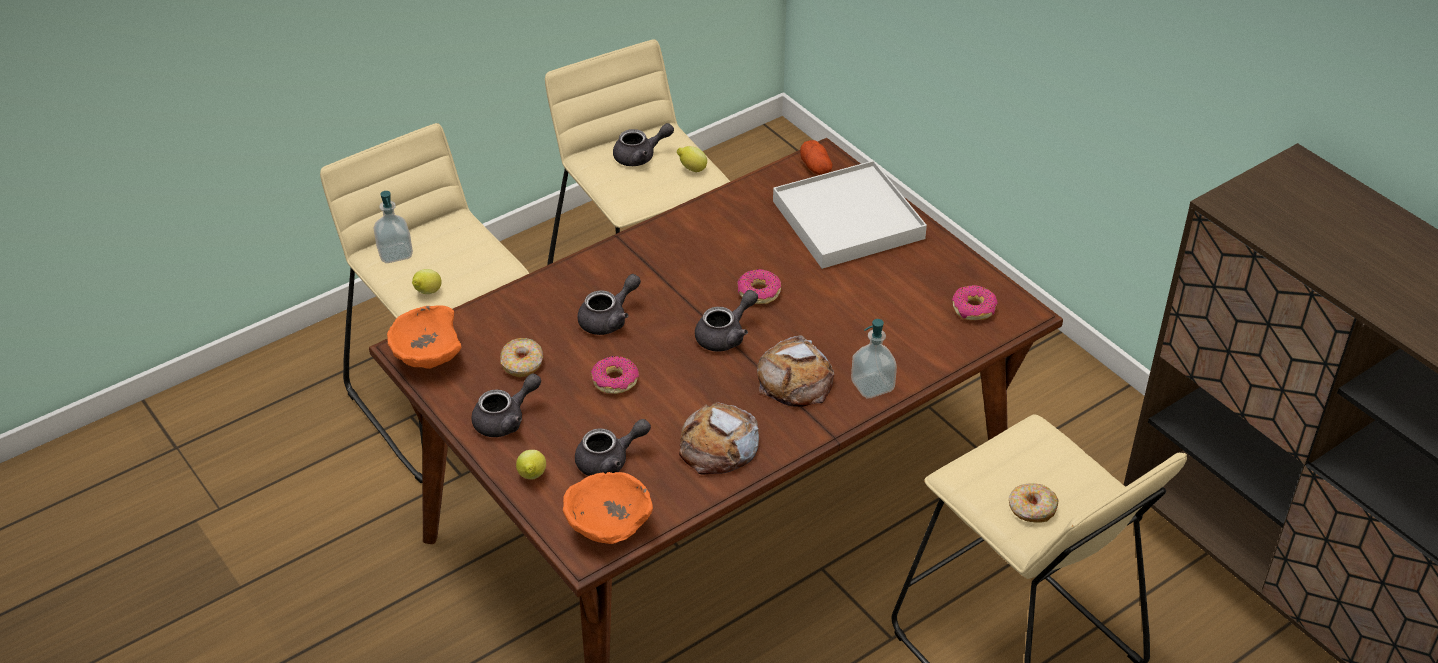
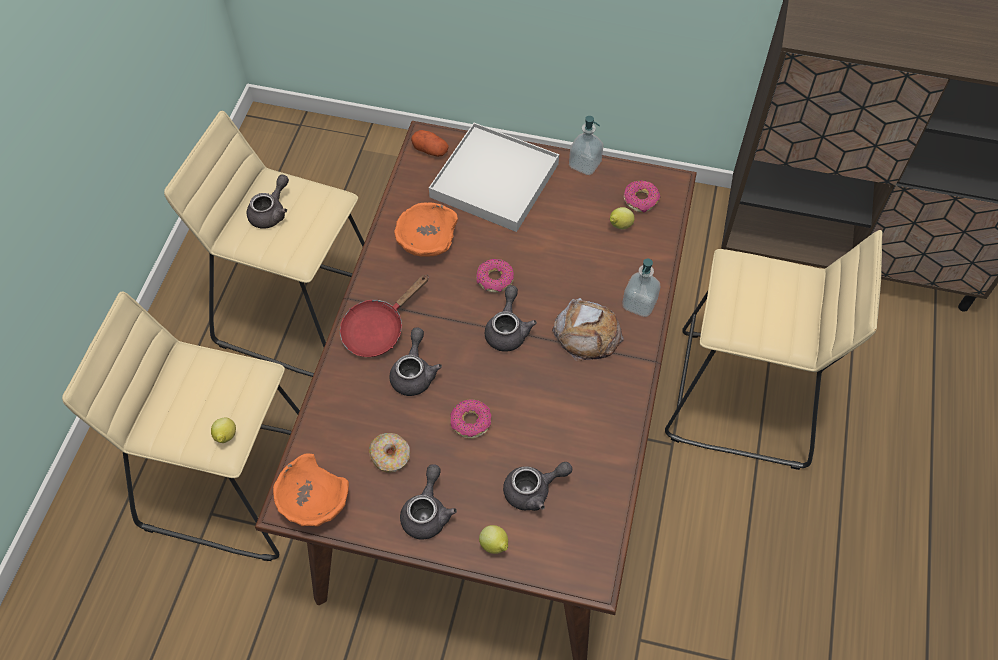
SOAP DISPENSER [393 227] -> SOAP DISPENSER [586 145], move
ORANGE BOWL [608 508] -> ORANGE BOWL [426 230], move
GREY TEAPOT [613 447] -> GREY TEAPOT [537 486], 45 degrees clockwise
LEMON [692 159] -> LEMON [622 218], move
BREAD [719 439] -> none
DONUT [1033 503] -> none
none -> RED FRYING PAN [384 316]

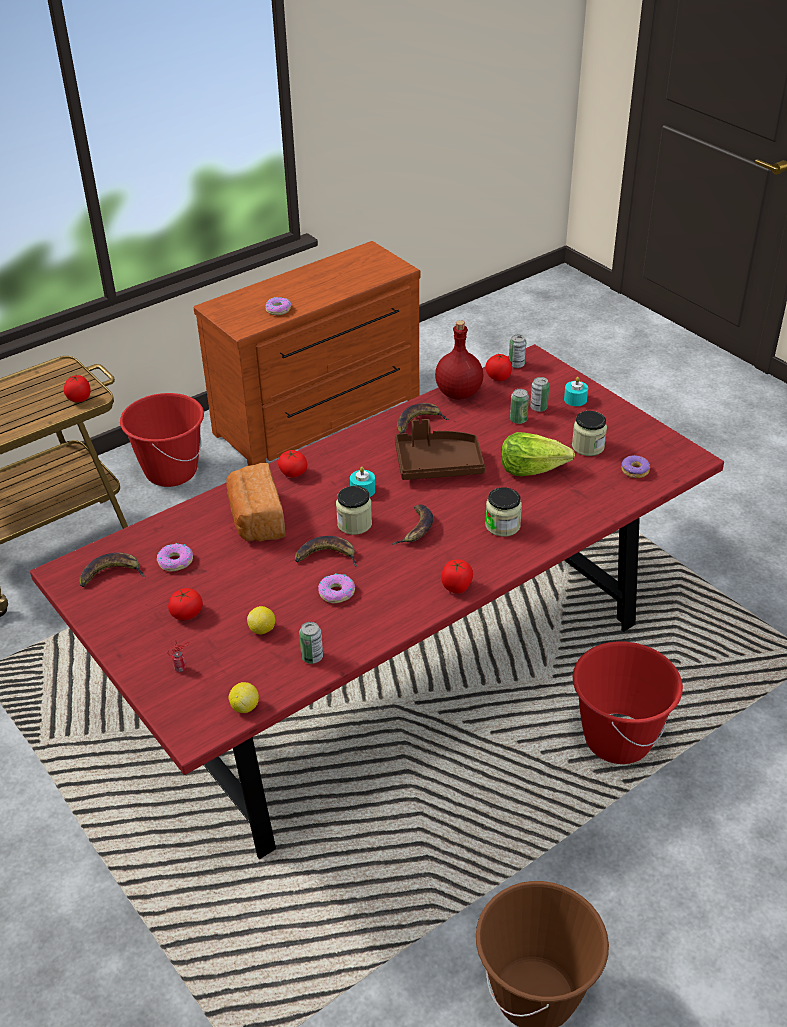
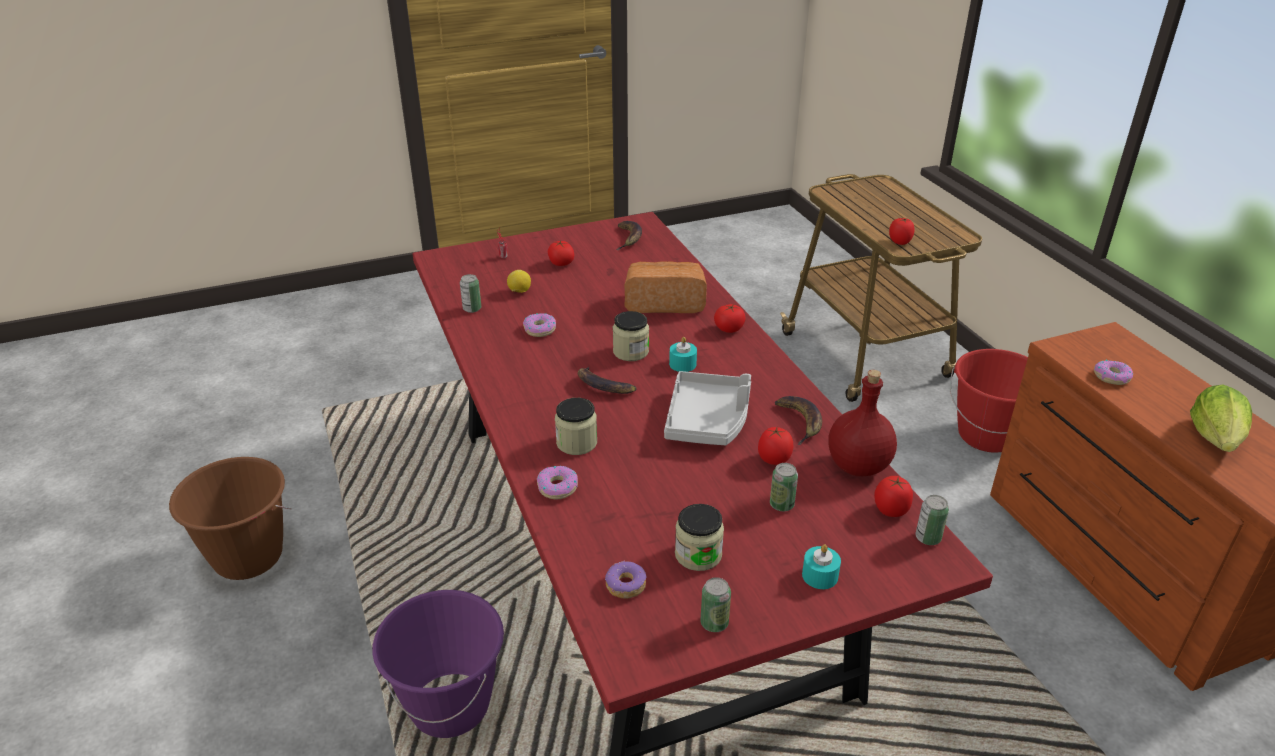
DONUT [175 557] -> DONUT [557 482], move
LEMON [244 697] -> none
BANANA [326 551] -> none
BROWN TRAY [440 449] -> GREY TRAY [707 408]
TOMATO [457 576] -> TOMATO [775 446], move
LETTUCE [538 454] -> LETTUCE [1221 418], move
CAN [539 394] -> CAN [715 604], move
RED BUCKET [628 702] -> PURPLE BUCKET [438 664]

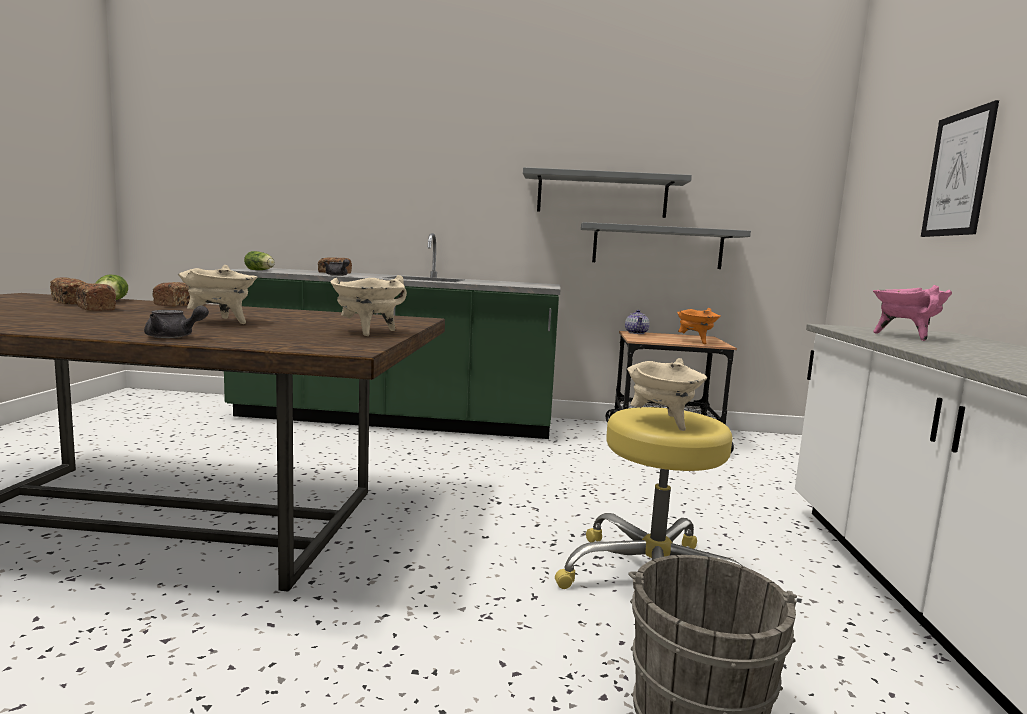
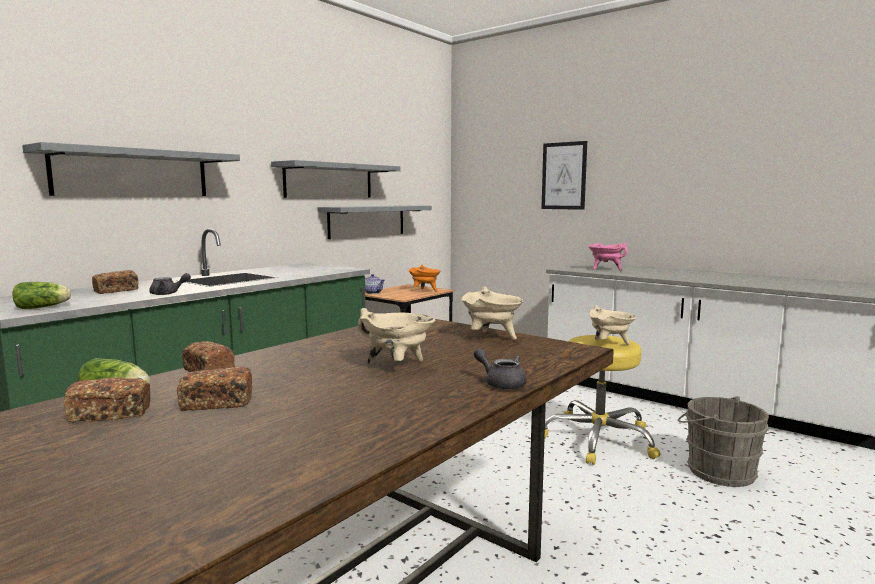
GREY TEAPOT [176 321] -> GREY TEAPOT [500 369], 90 degrees counterclockwise
none -> GREY SHELF [131 169]

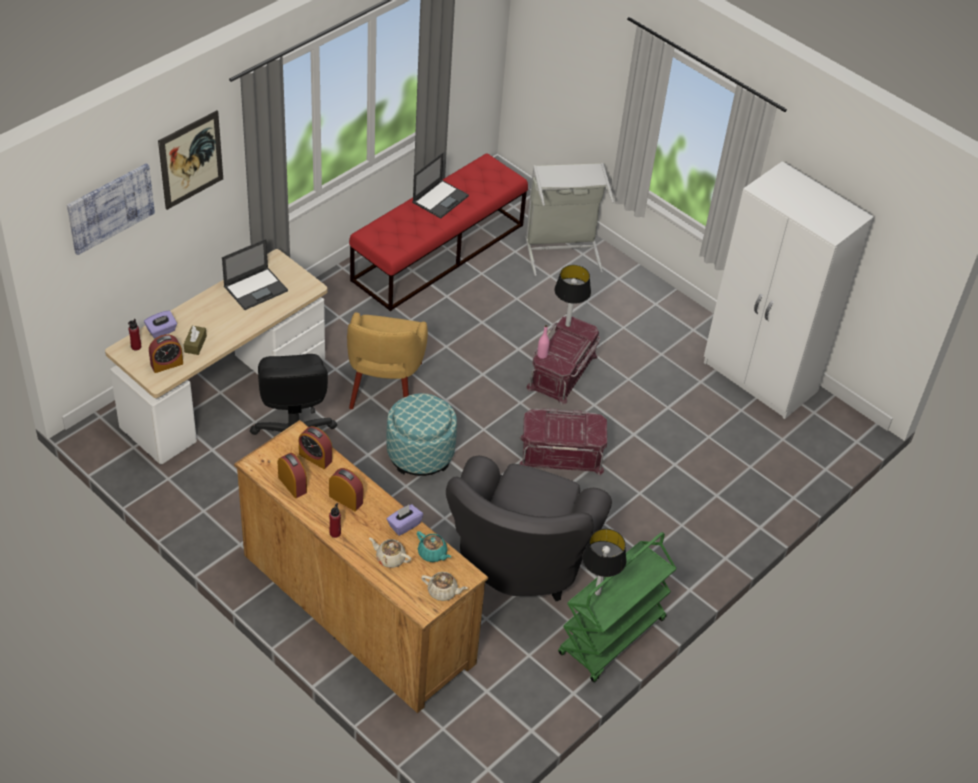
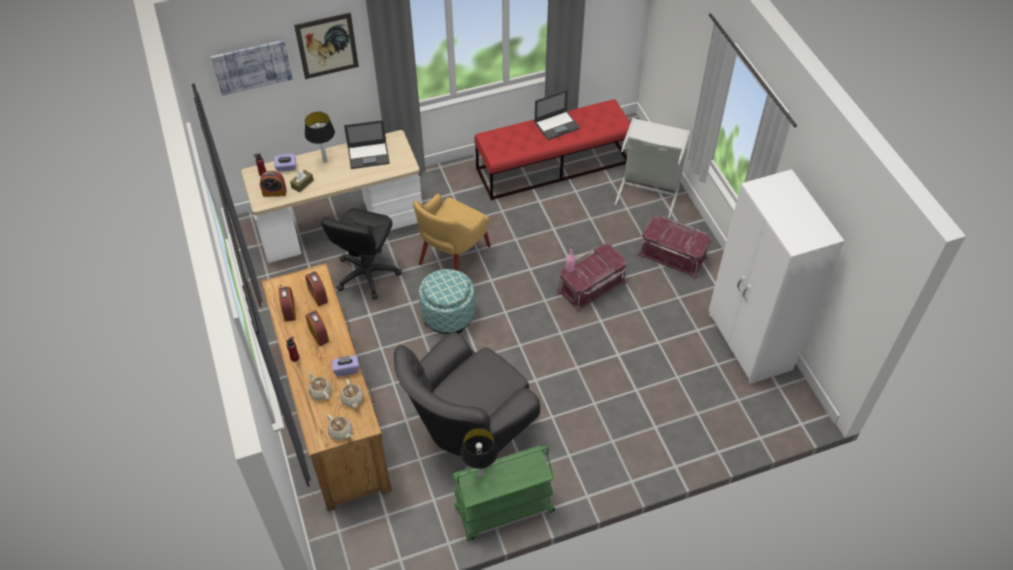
TURQUOISE TEAPOT [434 546] -> BEIGE TEAPOT [352 393]
RED STORAGE BOX [563 441] -> RED STORAGE BOX [674 247], move
TABLE LAMP [572 296] -> TABLE LAMP [320 137], move

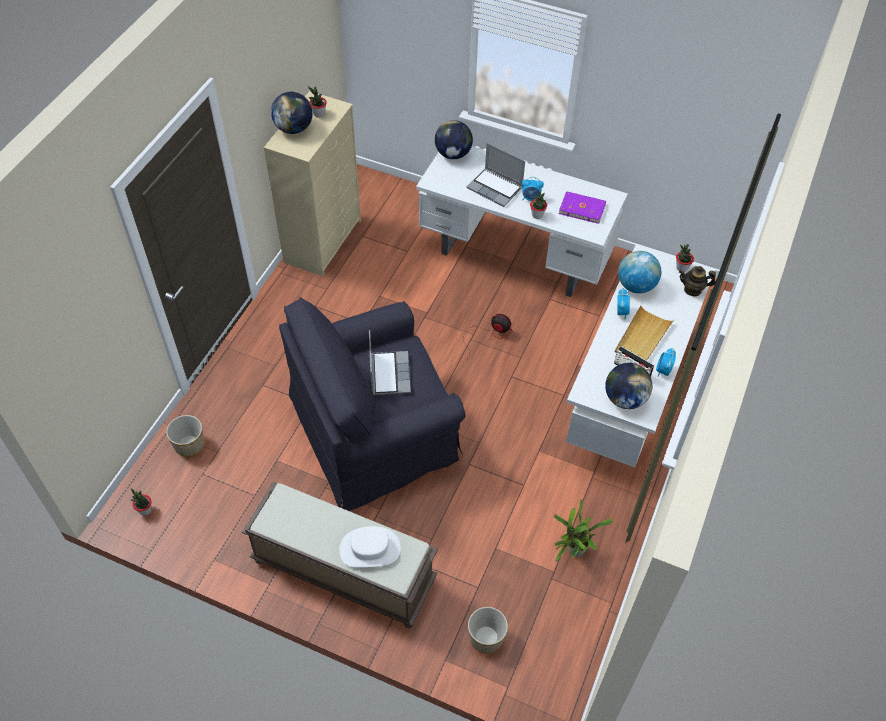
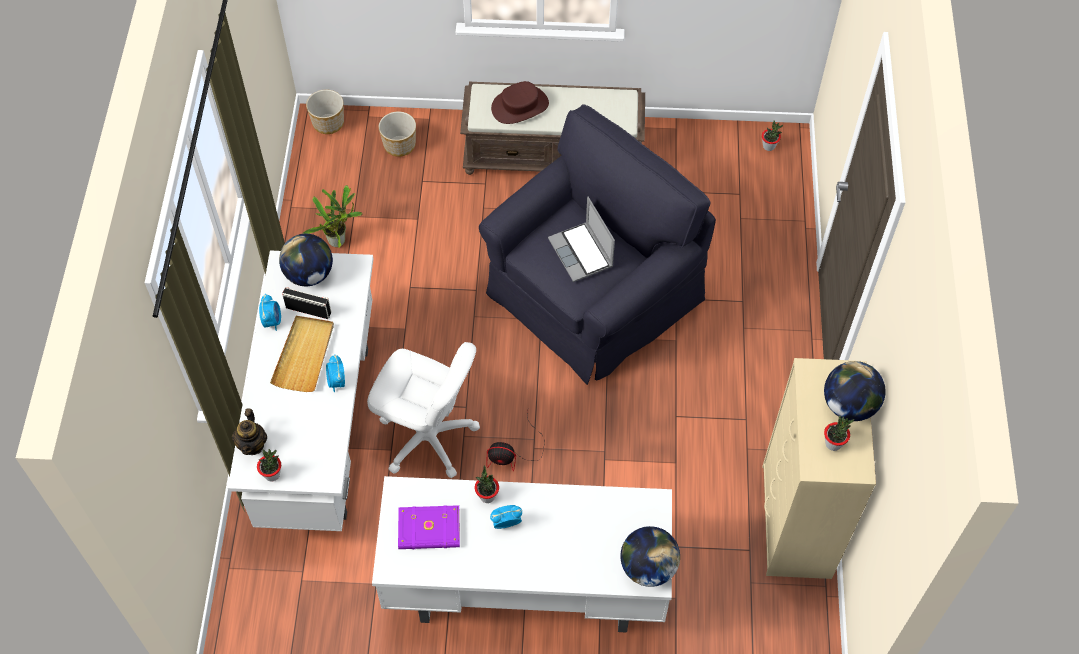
PLANTER [185 436] -> PLANTER [325 112], move
WHITE HAT [370 547] -> BROWN HAT [520 102]
LAPTOP [496 175] -> none
GLOBE [639 272] -> none
TEAPOT [697 281] -> TEAPOT [249 432], 105 degrees clockwise
none -> WHITE OFFICE CHAIR [423 410]

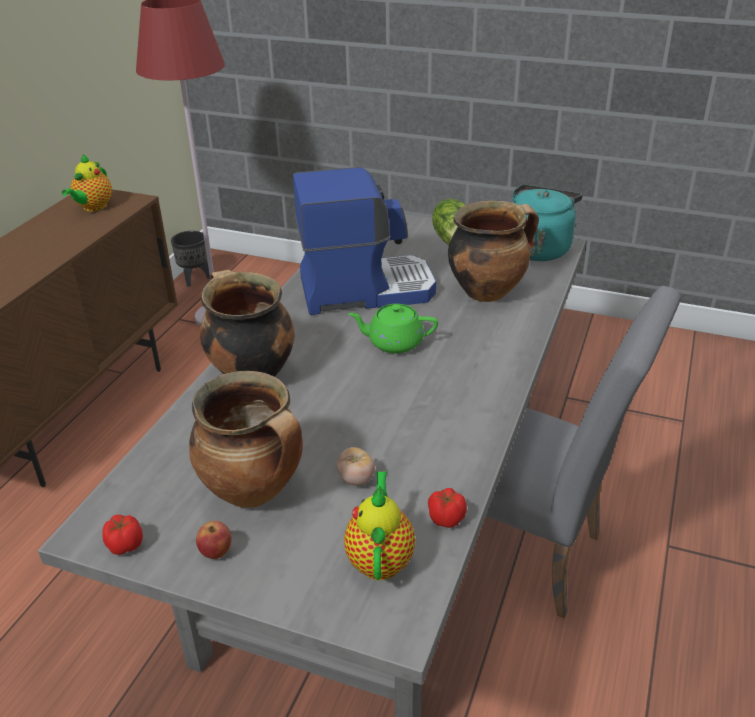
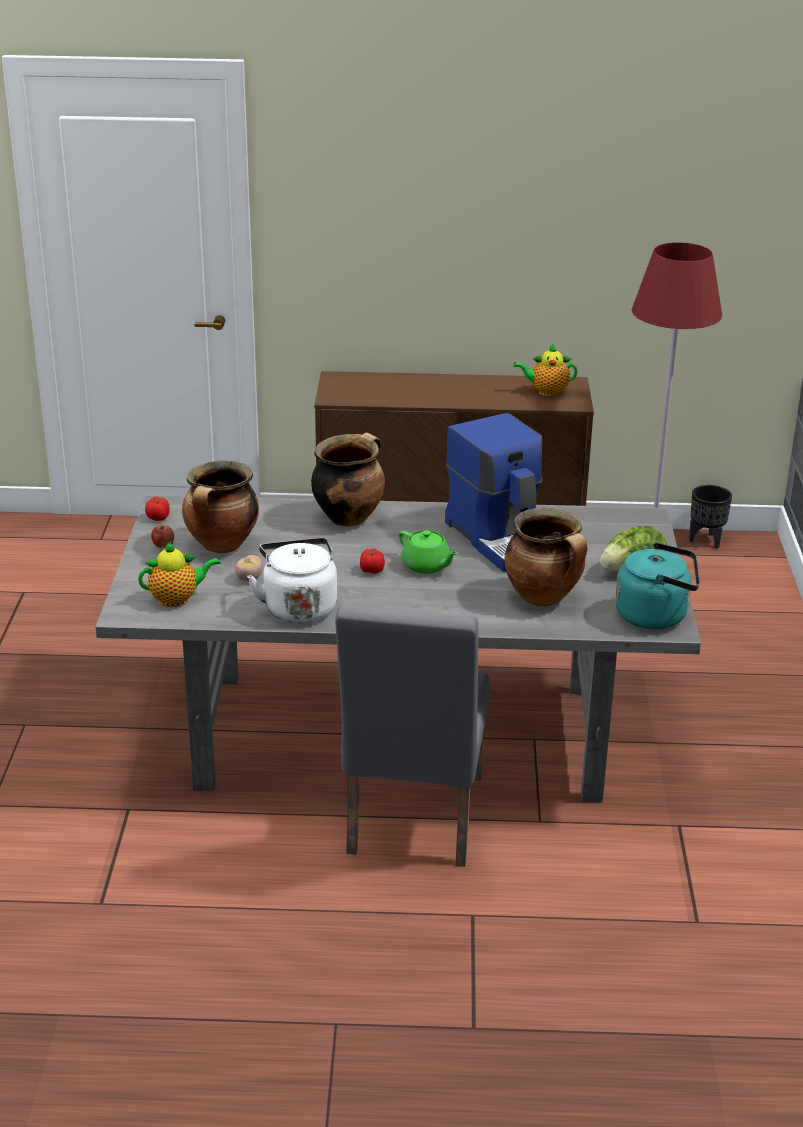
GREEN TEAPOT [393 329] -> GREEN TEAPOT [428 552], 150 degrees clockwise
TOMATO [447 508] -> TOMATO [372 561], move
none -> WHITE KETTLE [292 580]

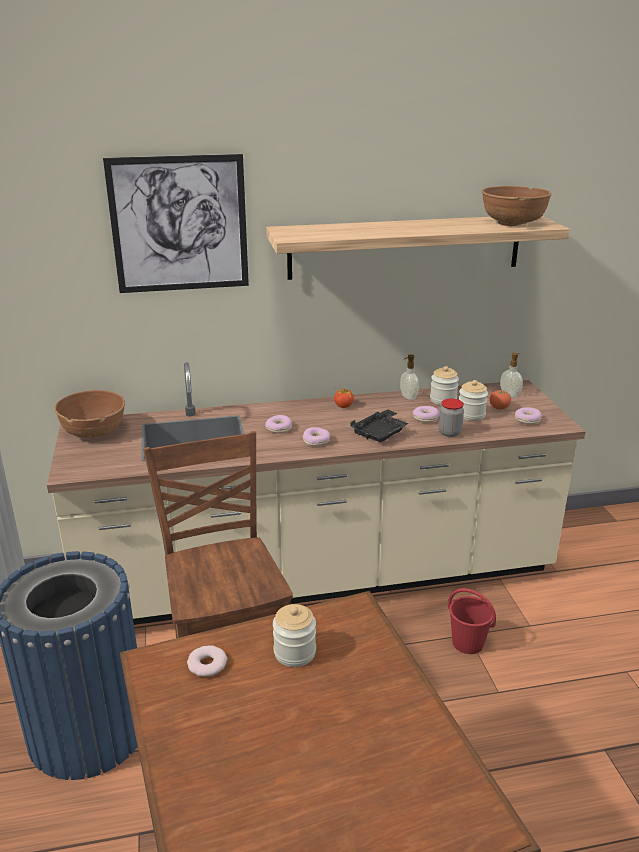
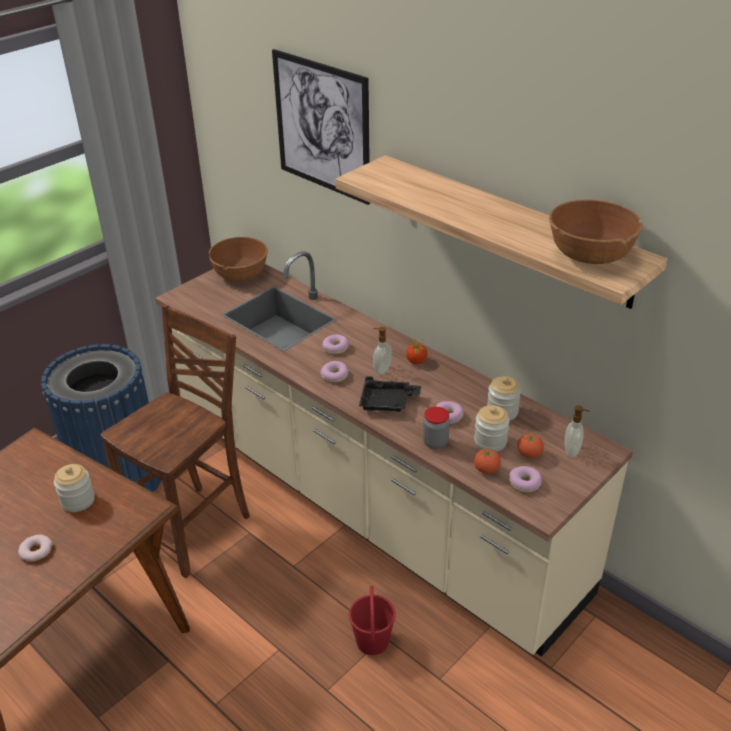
DONUT [207 661] -> DONUT [35 548], move
SOAP DISPENSER [409 377] -> SOAP DISPENSER [382 350], move
none -> TOMATO [487 461]

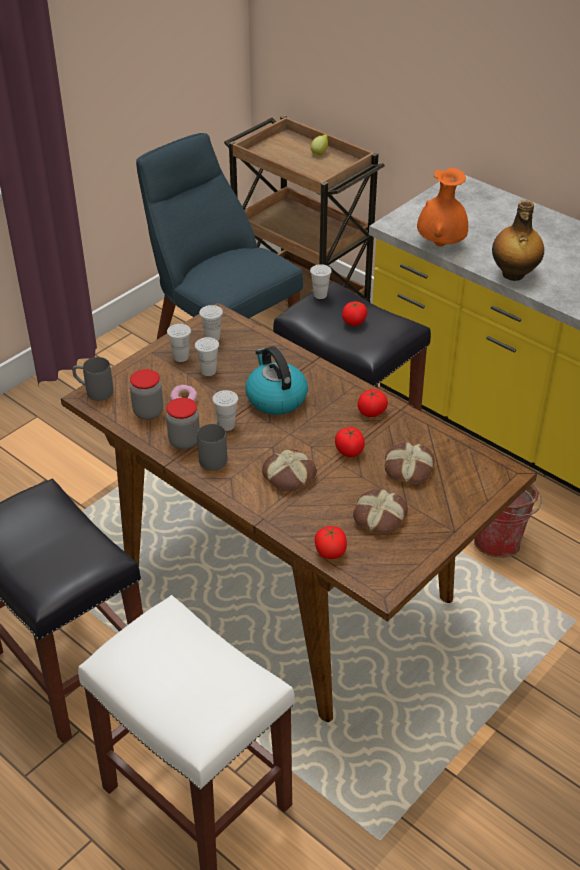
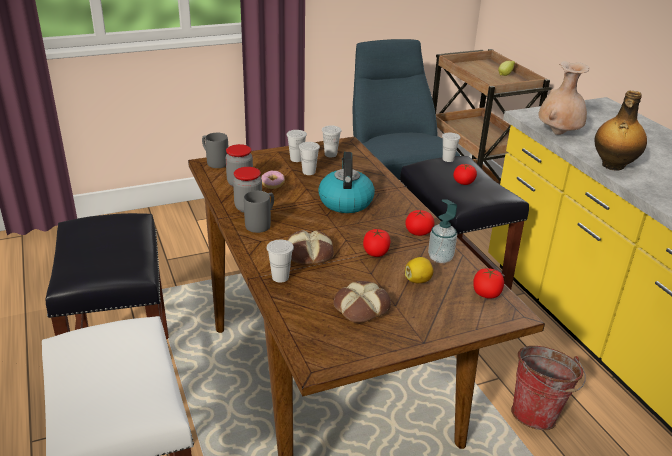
WHITE CUP [225 410] -> WHITE CUP [280 261], move
TOMATO [330 542] -> TOMATO [488 283], move
BREAD [409 463] -> LEMON [419 270]
ORANGE VASE [442 207] -> BEIGE VASE [564 98]
none -> SOAP DISPENSER [442 231]

